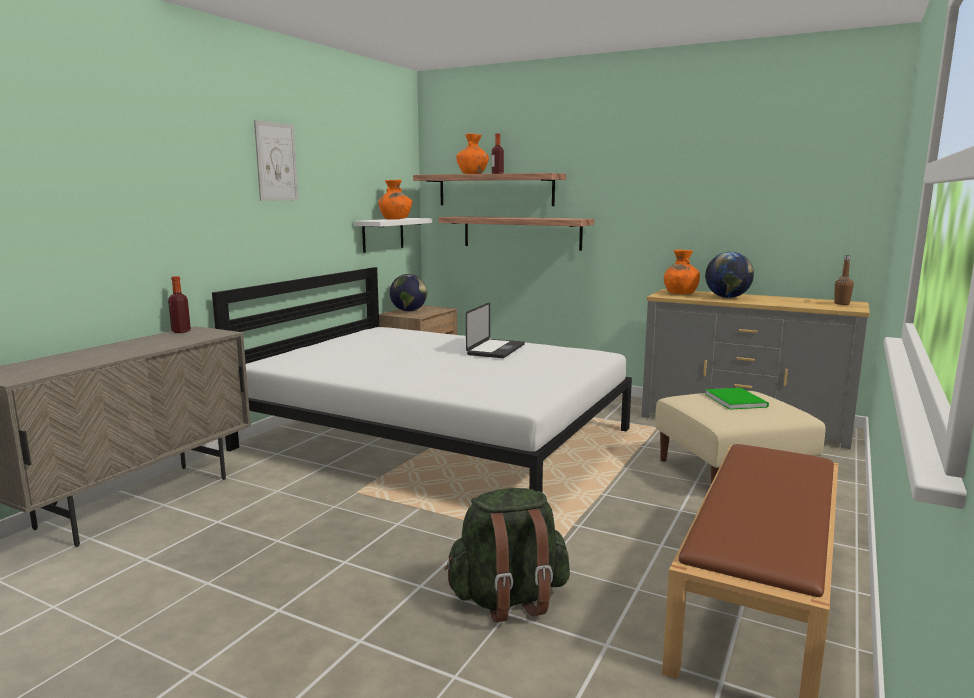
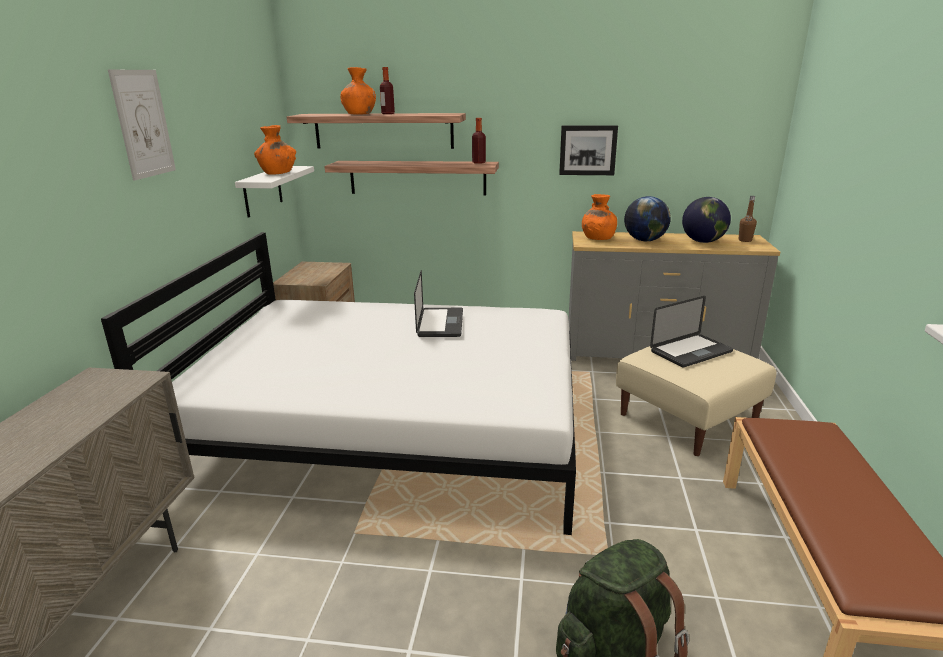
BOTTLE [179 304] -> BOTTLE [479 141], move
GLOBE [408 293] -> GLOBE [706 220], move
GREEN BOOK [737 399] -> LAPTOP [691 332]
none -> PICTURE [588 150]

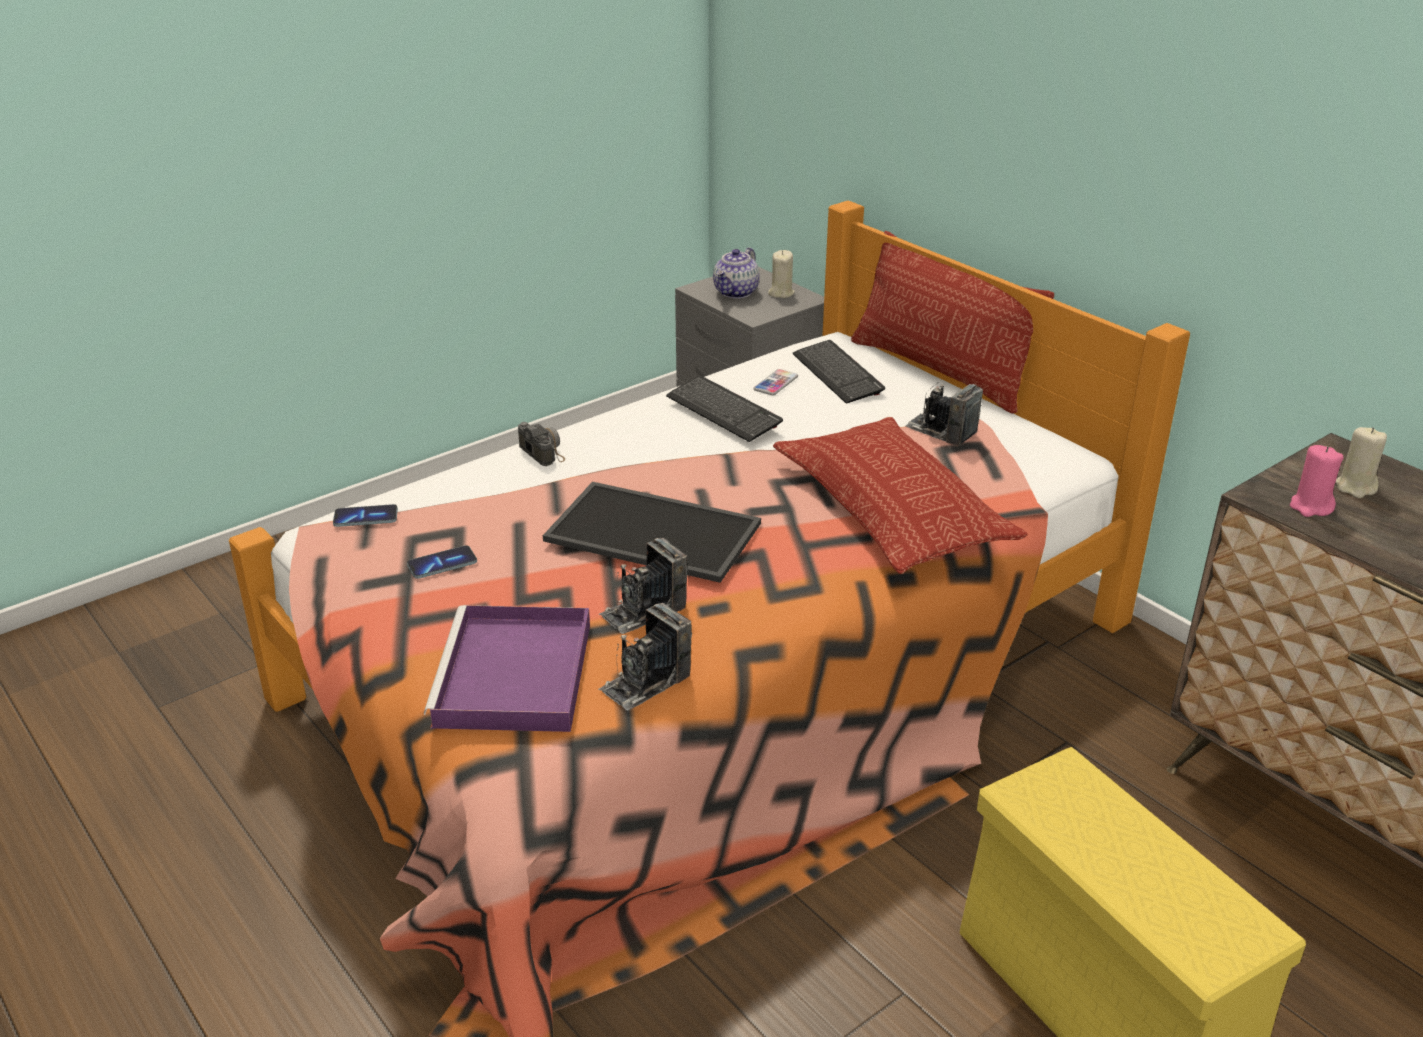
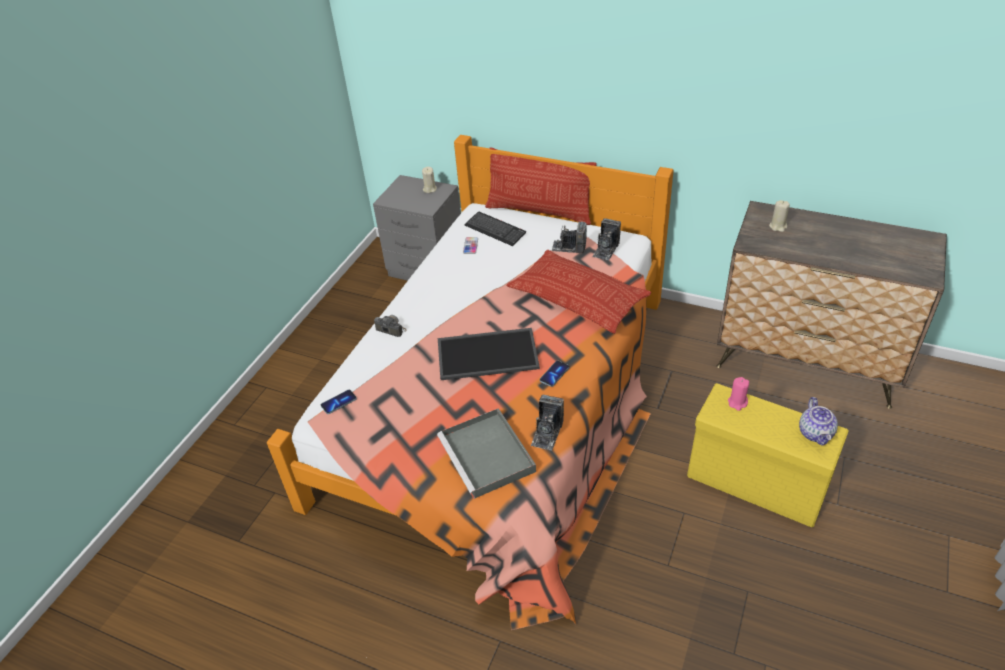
PHONE [442 562] -> PHONE [554 374], move
PURPLE TRAY [507 668] -> GREY TRAY [486 453]
PHOTO CAMERA [643 586] -> PHOTO CAMERA [606 239], move
KEYBOARD [724 409] -> none
TEAPOT [736 273] -> TEAPOT [818 421], move
PINK CANDLE [1317 481] -> PINK CANDLE [738 394], move

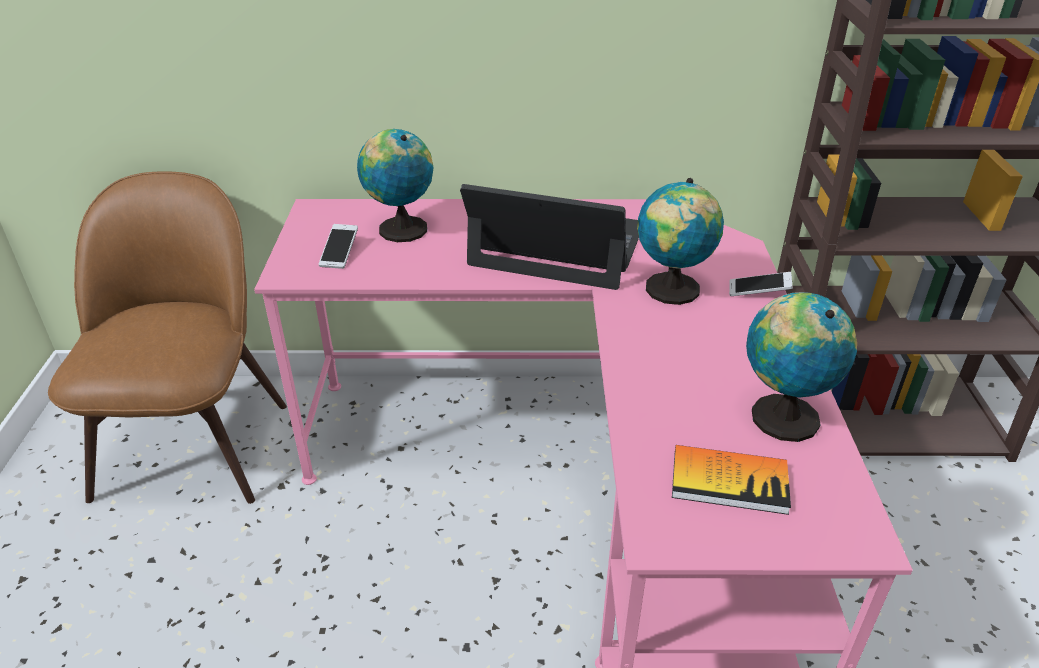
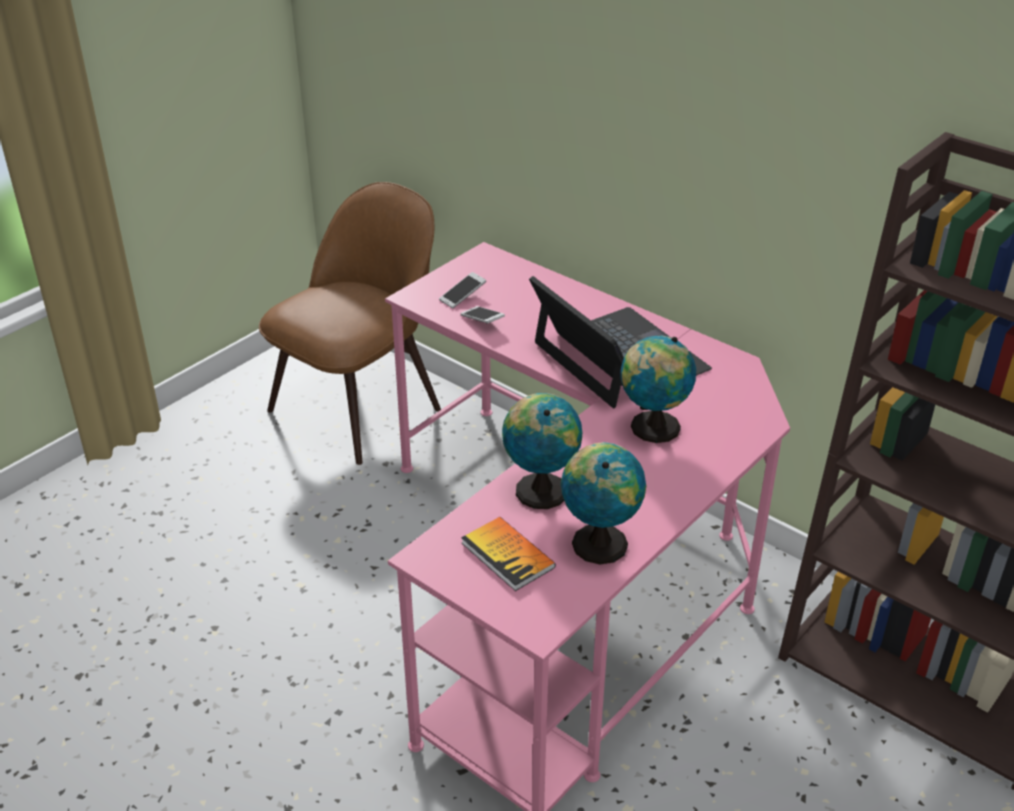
GLOBE [395 185] -> GLOBE [542 451], move
PHONE [761 284] -> PHONE [482 314], move

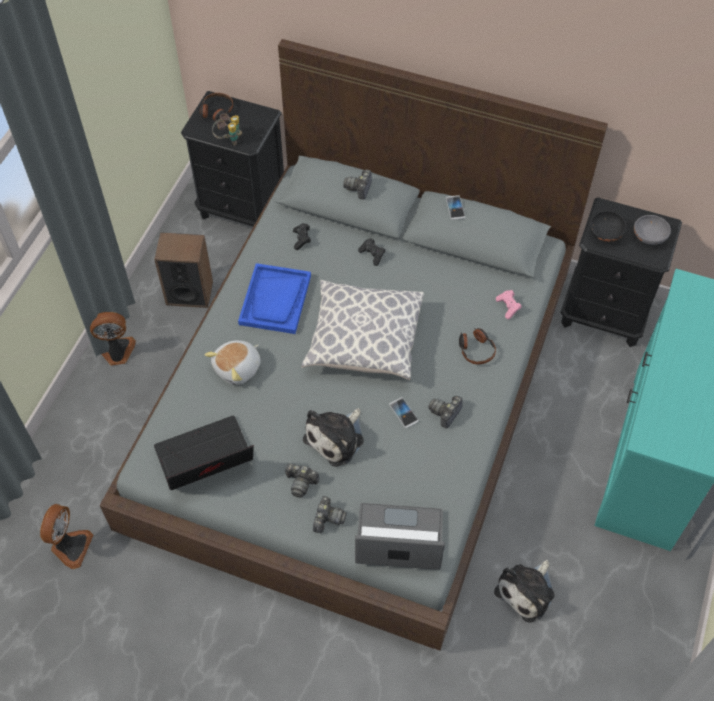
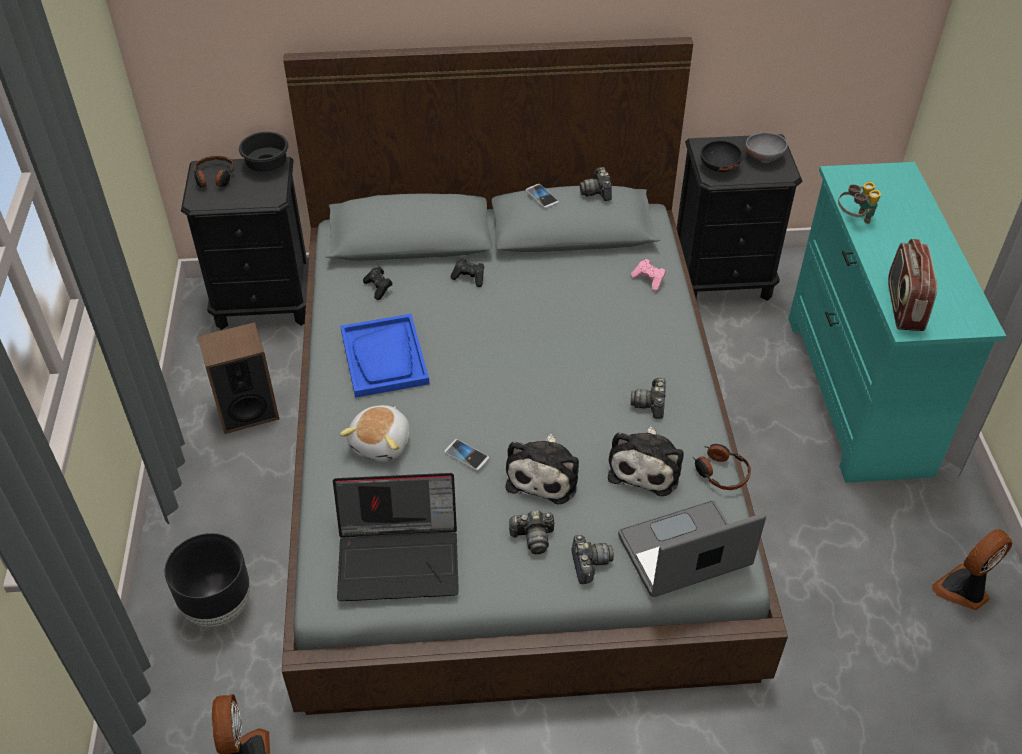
FAN [113 339] -> FAN [972 569], move
LAPTOP [204 452] -> LAPTOP [396 537], 135 degrees counterclockwise
BINOCULARS [227 129] -> BINOCULARS [859 203], move
PILLOW [362 330] -> none
PHOTO CAMERA [357 185] -> PHOTO CAMERA [596 184], move
PHONE [404 412] -> PHONE [467 455], move
HEADPHONES [477 345] -> HEADPHONES [722 467], move
PLUSH TOY [524 591] -> PLUSH TOY [646 461], move
none -> BLACK PLANTER [207 580]
none -> BLACK BOWL [263 152]
none -> RADIO [912 285]

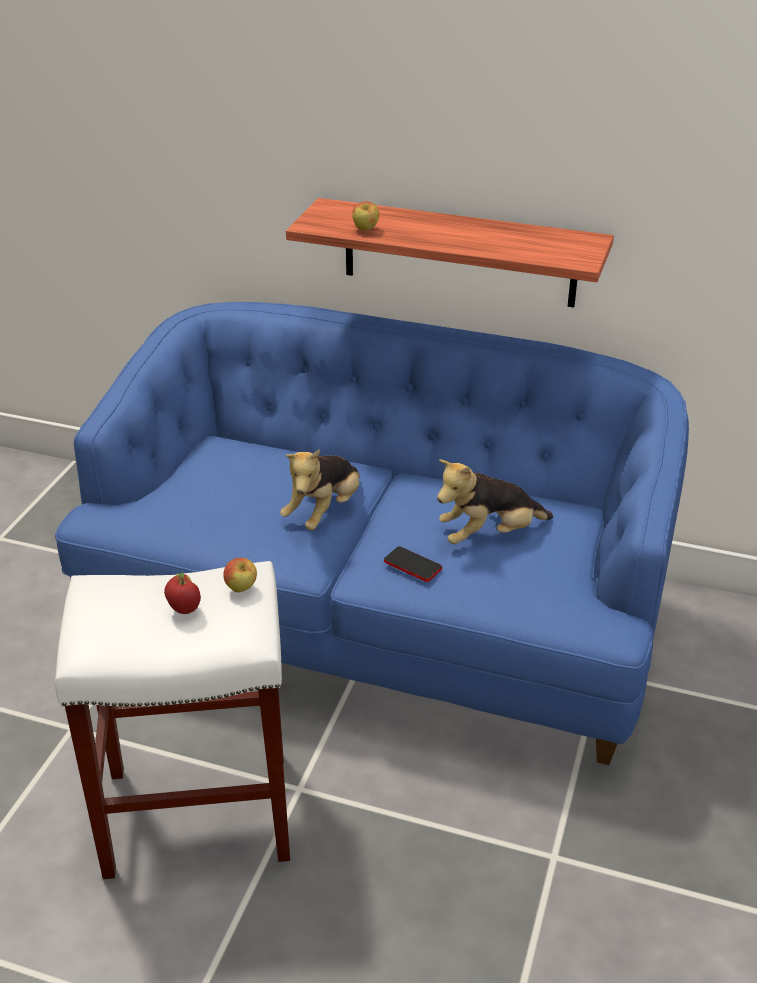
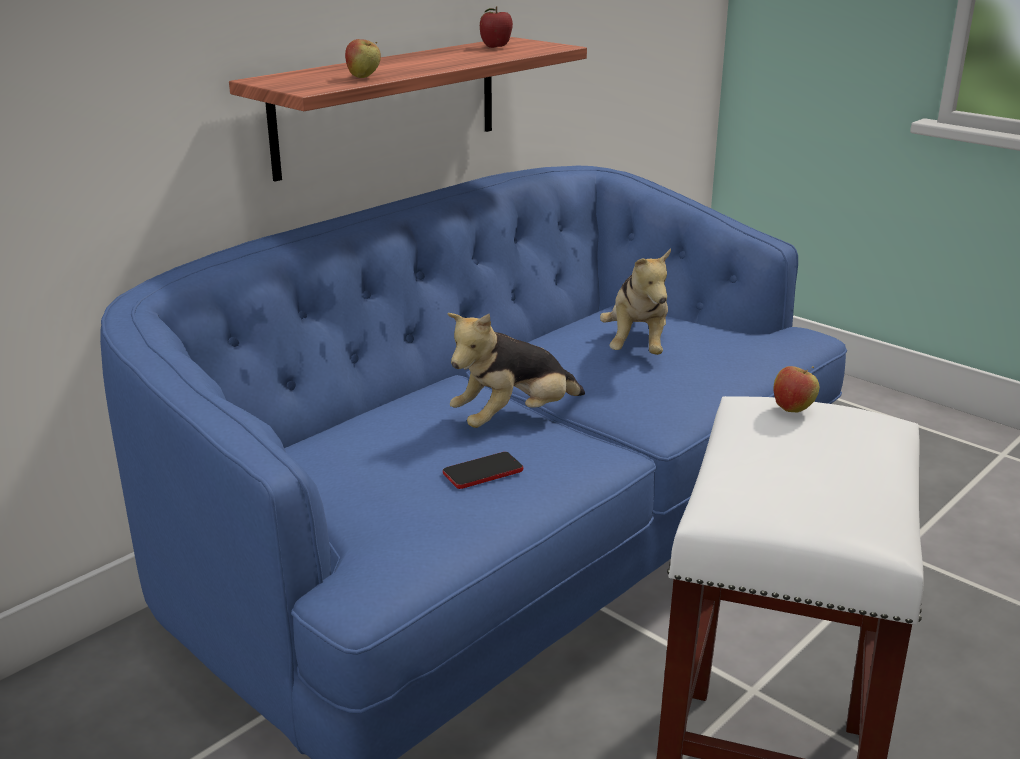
APPLE [182 593] -> APPLE [496 27], move
PLUSH TOY [320 490] -> PLUSH TOY [516 370], 90 degrees clockwise
PHONE [413 564] -> PHONE [483 470], move

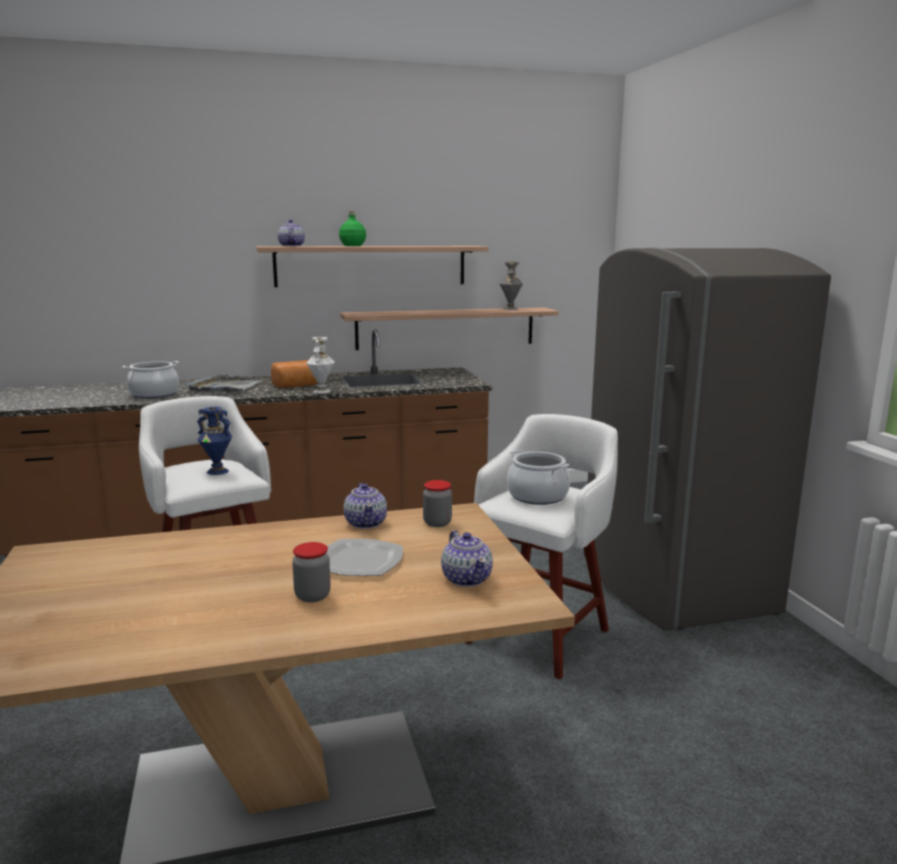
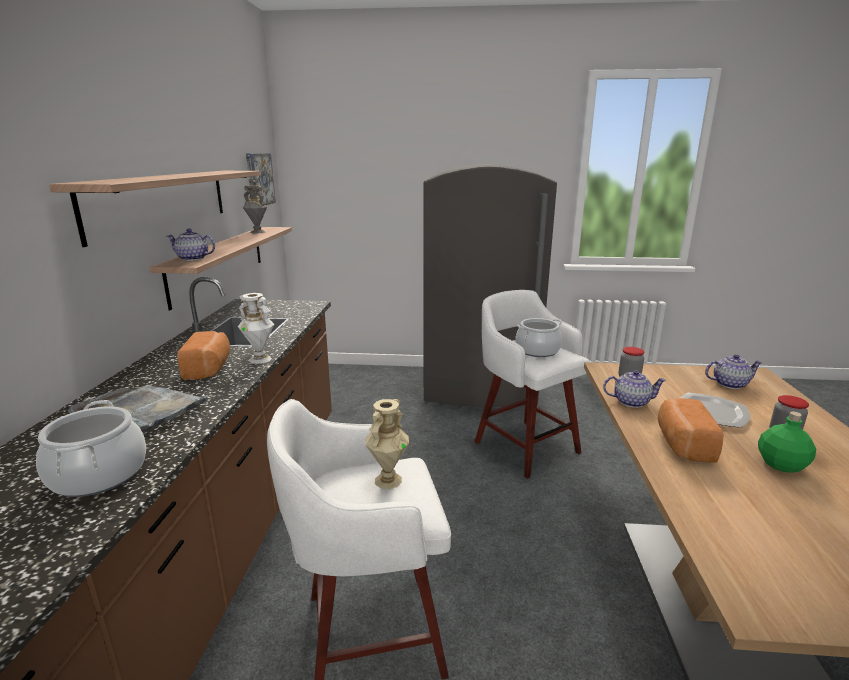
BLUE VASE [214 441] -> BEIGE VASE [387 444]
TEAPOT [291 233] -> TEAPOT [191 245], move
GREEN BOTTLE [352 228] -> GREEN BOTTLE [787 442], move
none -> PICTURE [261 179]
none -> BREAD [691 430]

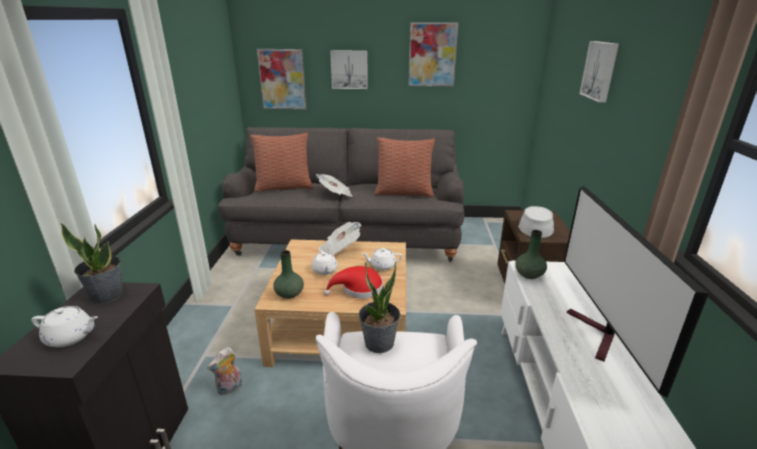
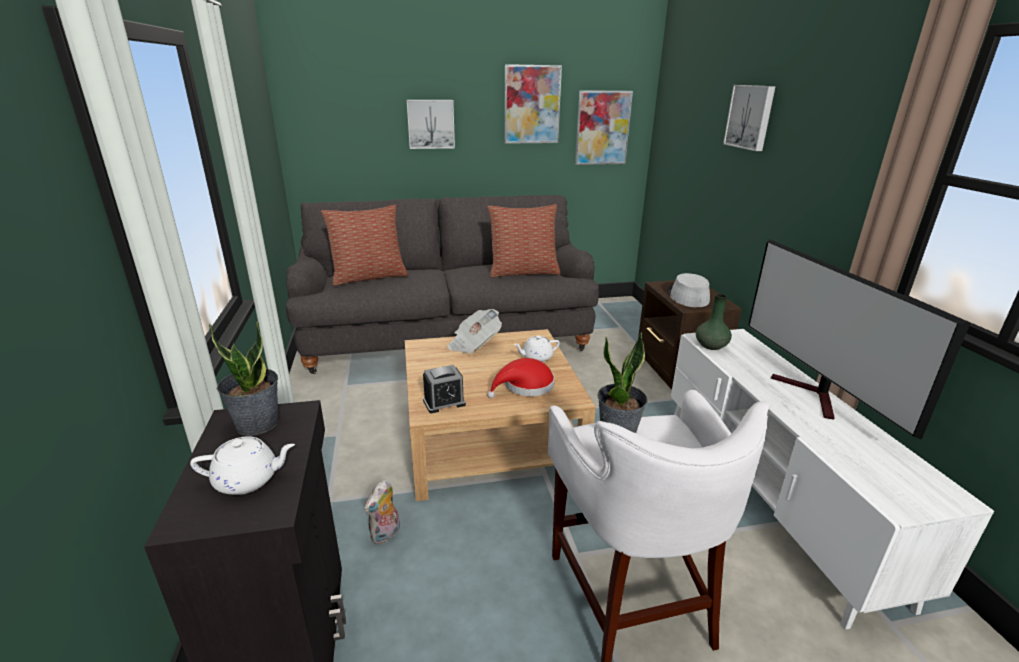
PICTURE [282 79] -> PICTURE [604 127], move
GREEN VASE [288 274] -> ALARM CLOCK [444 389]
WHITE TEAPOT [324 262] -> none
NEWSPAPER [334 185] -> none

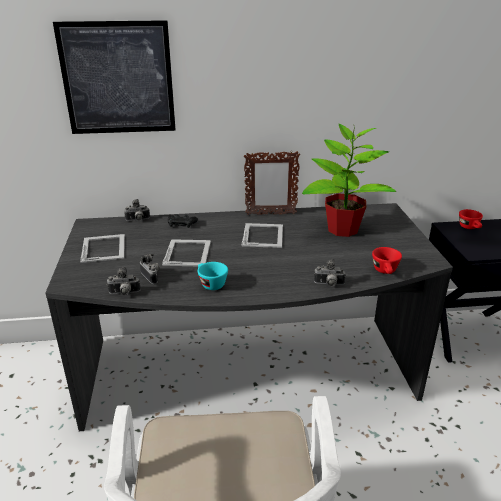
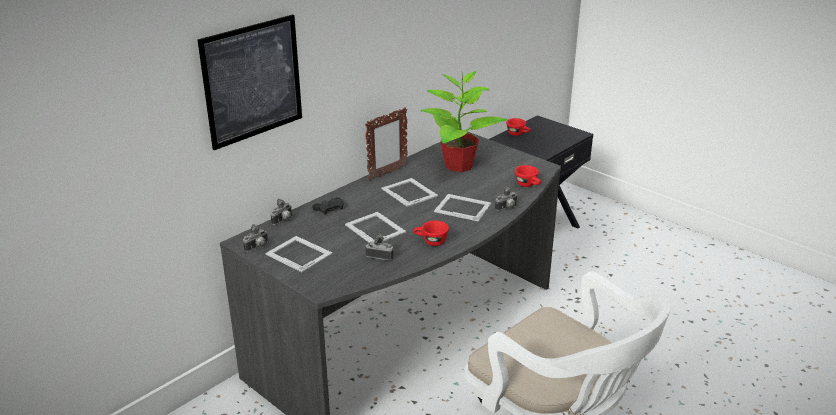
PHOTO CAMERA [124 281] -> PHOTO CAMERA [255 238], move
TURQUOISE CUP [213 276] -> RED CUP [431 233]
none -> PICTURE FRAME [462 208]

